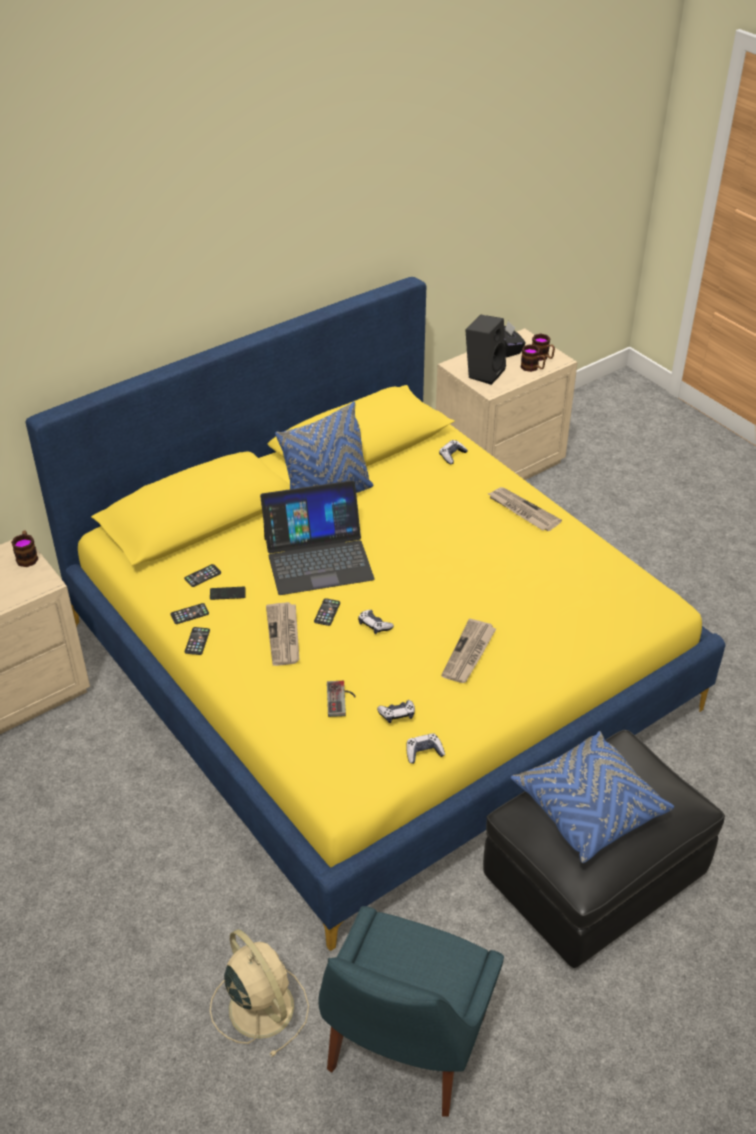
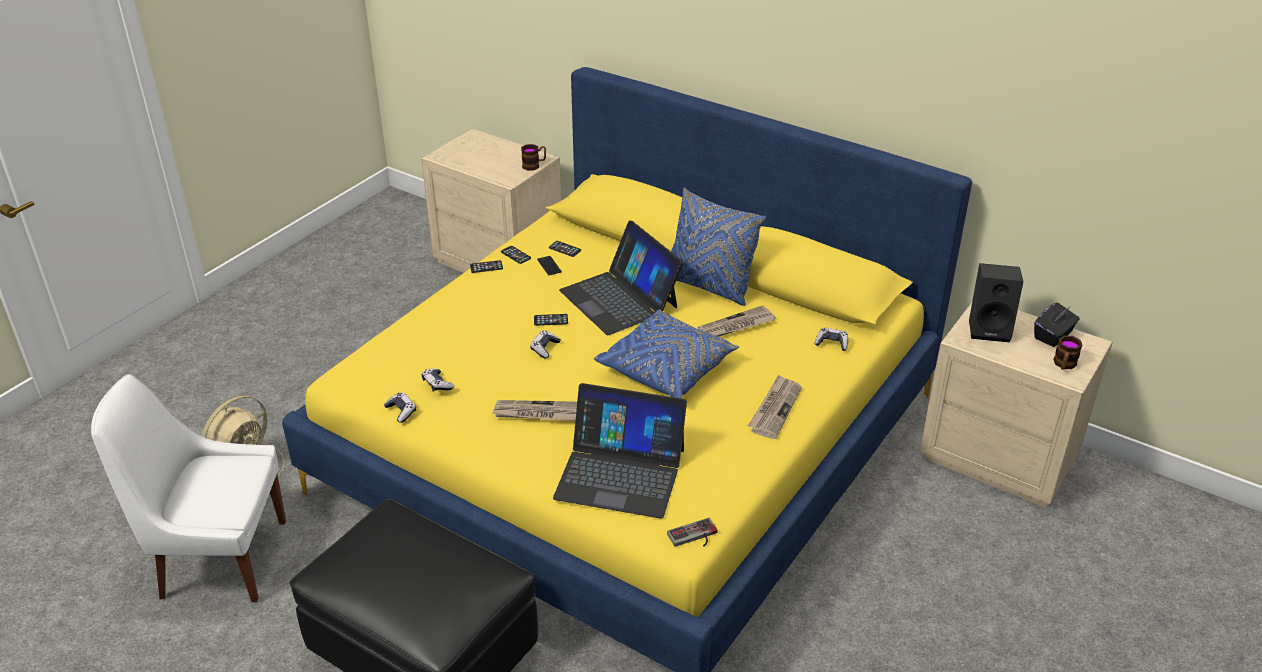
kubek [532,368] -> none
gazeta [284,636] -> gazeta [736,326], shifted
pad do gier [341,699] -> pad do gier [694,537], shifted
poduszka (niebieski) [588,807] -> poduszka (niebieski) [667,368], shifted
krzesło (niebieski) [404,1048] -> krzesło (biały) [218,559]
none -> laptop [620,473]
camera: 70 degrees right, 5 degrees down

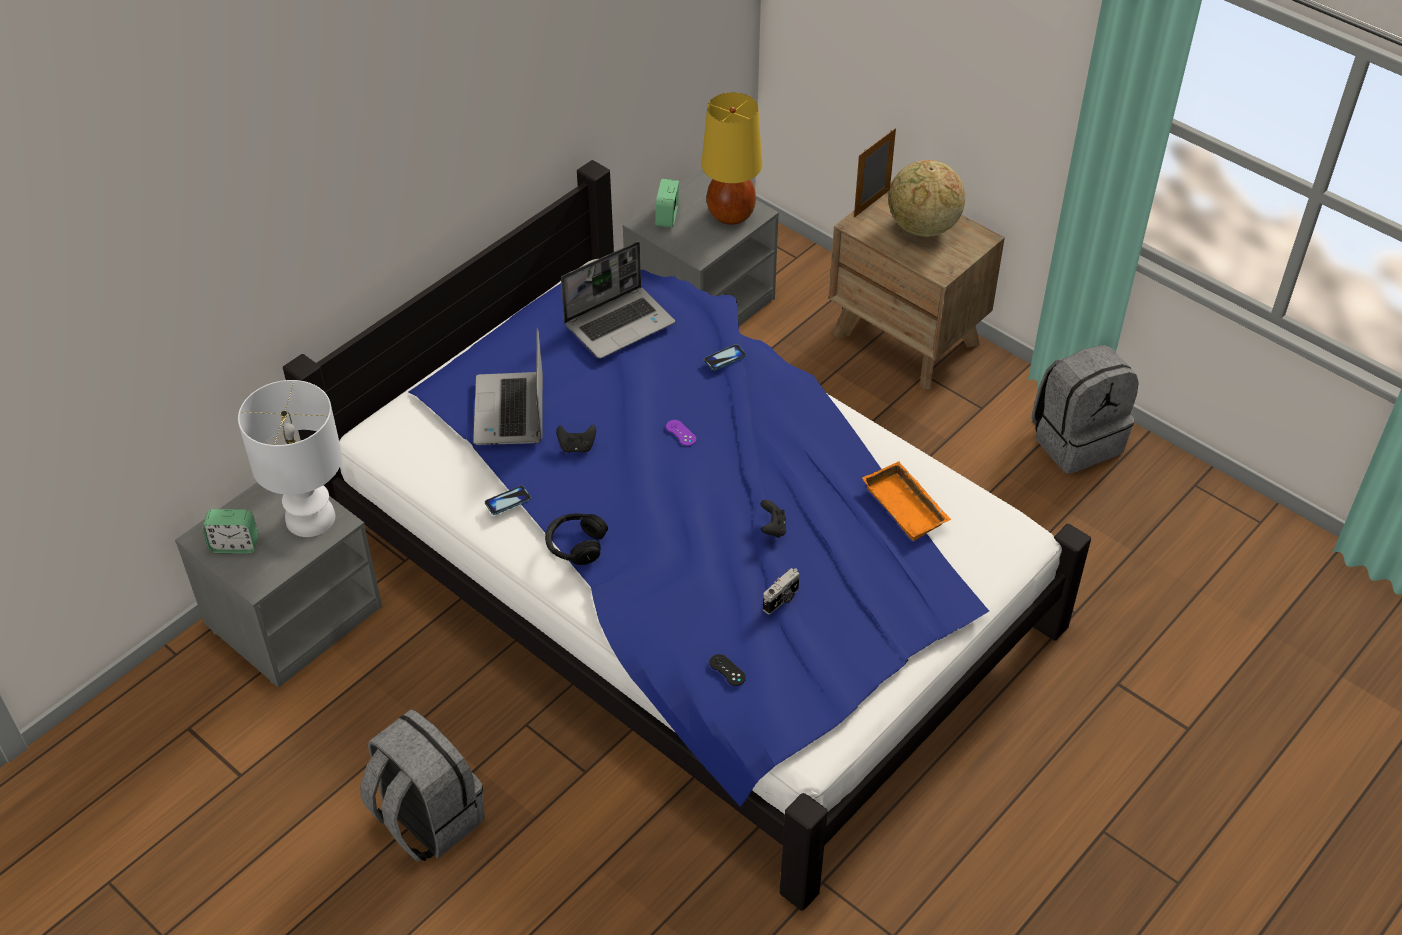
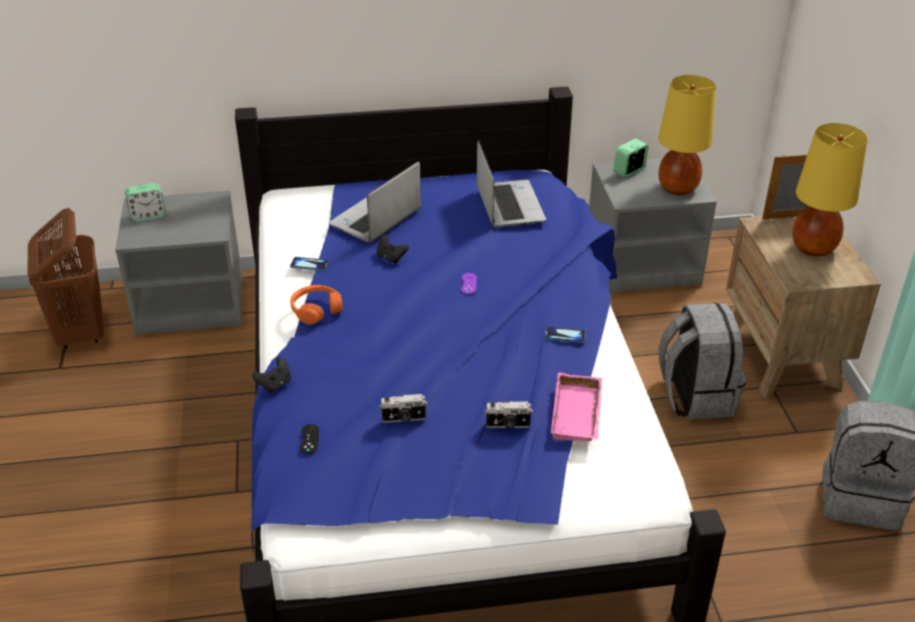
globus [922,228] -> lampa stołowa (żółty) [812,248]
laptop [620,323] -> laptop [508,205], 105 degrees counterclockwise
telefon [725,358] -> telefon [565,336], shifted
lampa stołowa (biały) [312,518] -> none
taca (pomarańczowy) [907,506] -> taca (różowy) [578,414]
pad do gier (czarny) [772,528] -> pad do gier (czarny) [275,384], shifted
budzik [235,545] -> budzik [148,216], 60 degrees counterclockwise
słuchawki (czarny) [575,545] -> słuchawki (pomarańczowy) [316,310]
plecak (szary) [426,818] -> plecak (szary) [695,396], shifted
none -> kosz na pranie (brązowy) [81,332]
none -> aparat fotograficzny [508,425]
camera: 40 degrees right, 10 degrees down

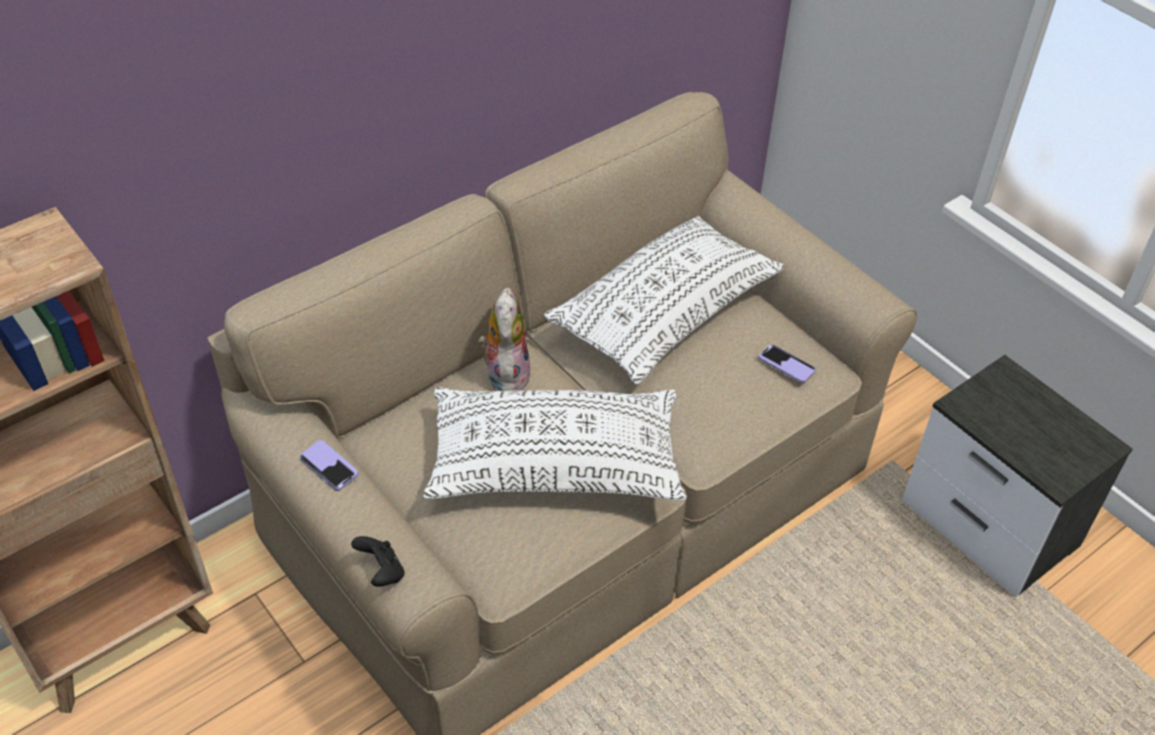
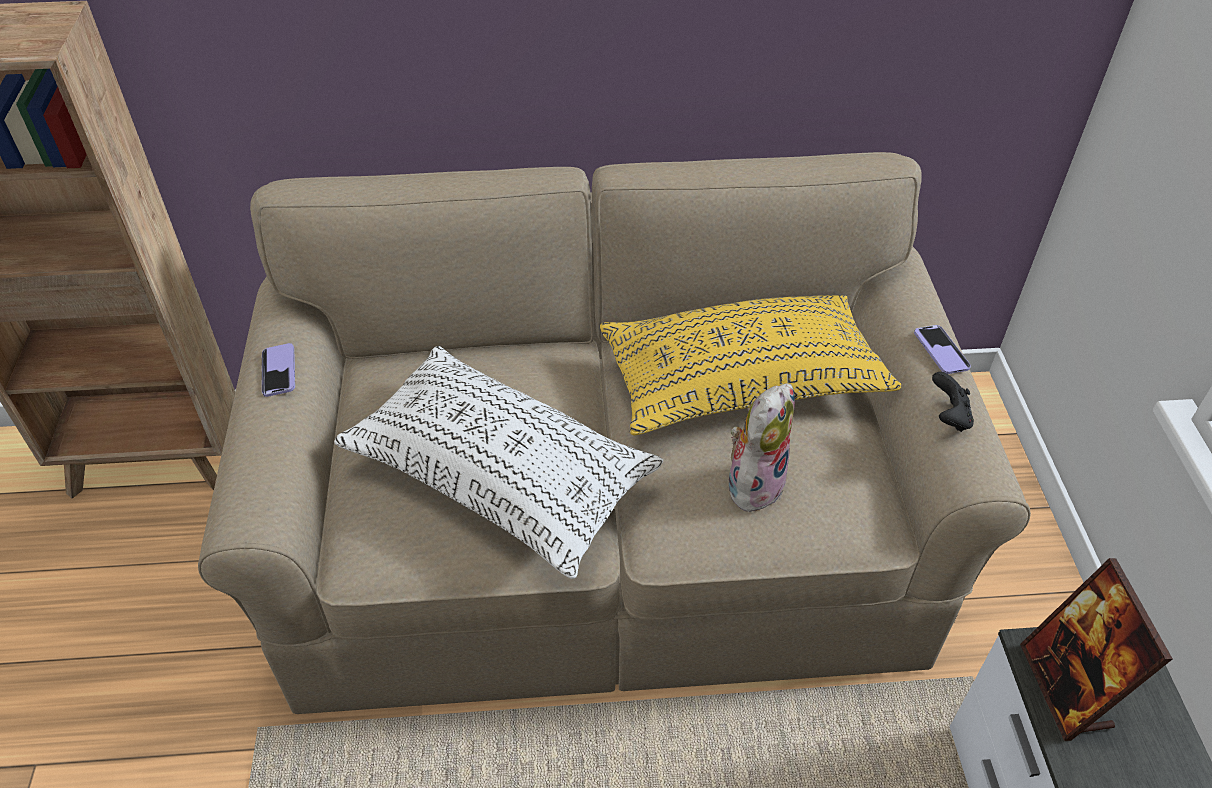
poduszka (biały) [664,312] -> poduszka (żółty) [742,381]
pluszak [505,374] -> pluszak [754,482], shifted
telefon [786,365] -> telefon [941,351], shifted
pad do gier (czarny) [381,572] -> pad do gier (czarny) [948,417], shifted
none -> ramka na zdjęcie [1065,688]
camera: 35 degrees right, 0 degrees up

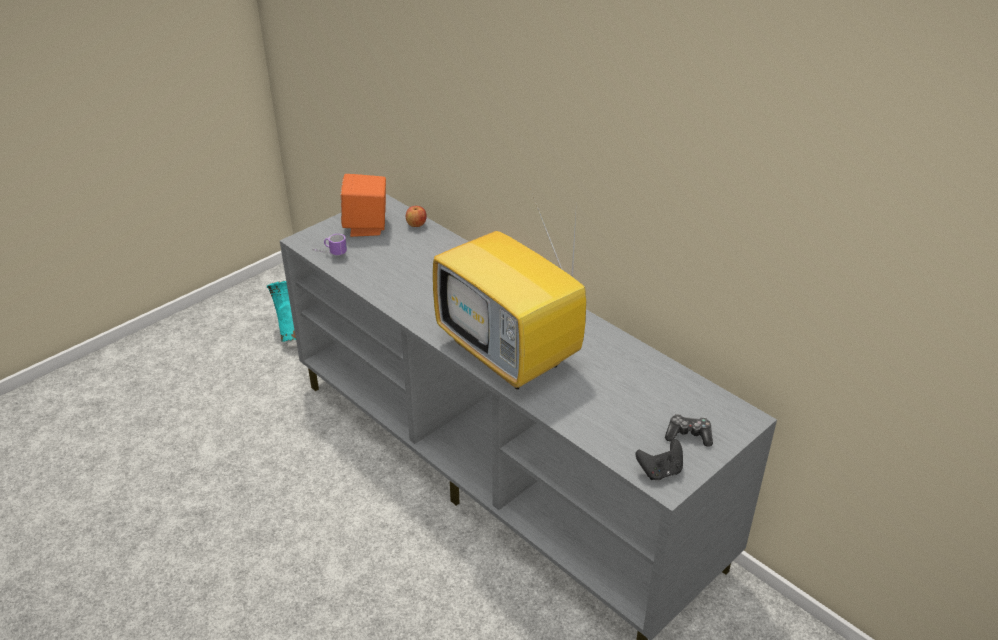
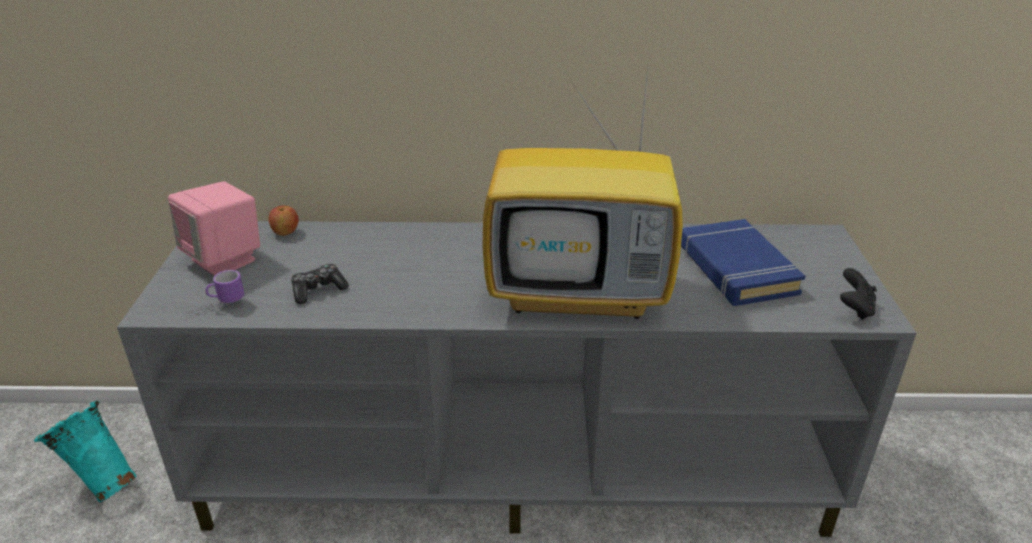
głośnik (pomarańczowy) [366,227] -> głośnik (różowy) [225,260]
pad do gier [688,435] -> pad do gier [318,290], shifted
none -> książka (niebieski) [736,269]
camera: 45 degrees left, 5 degrees down

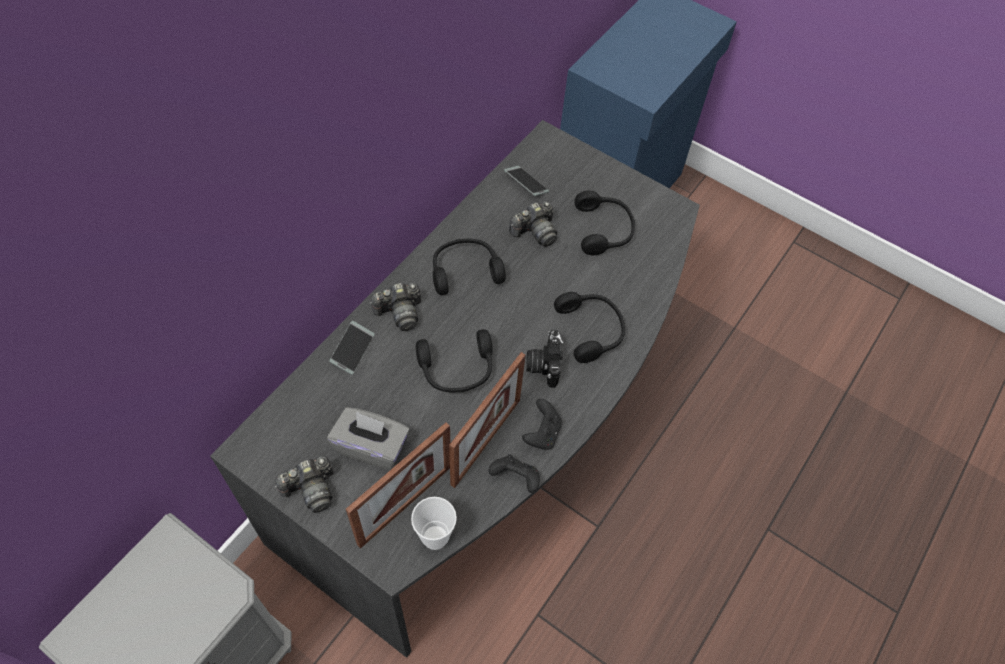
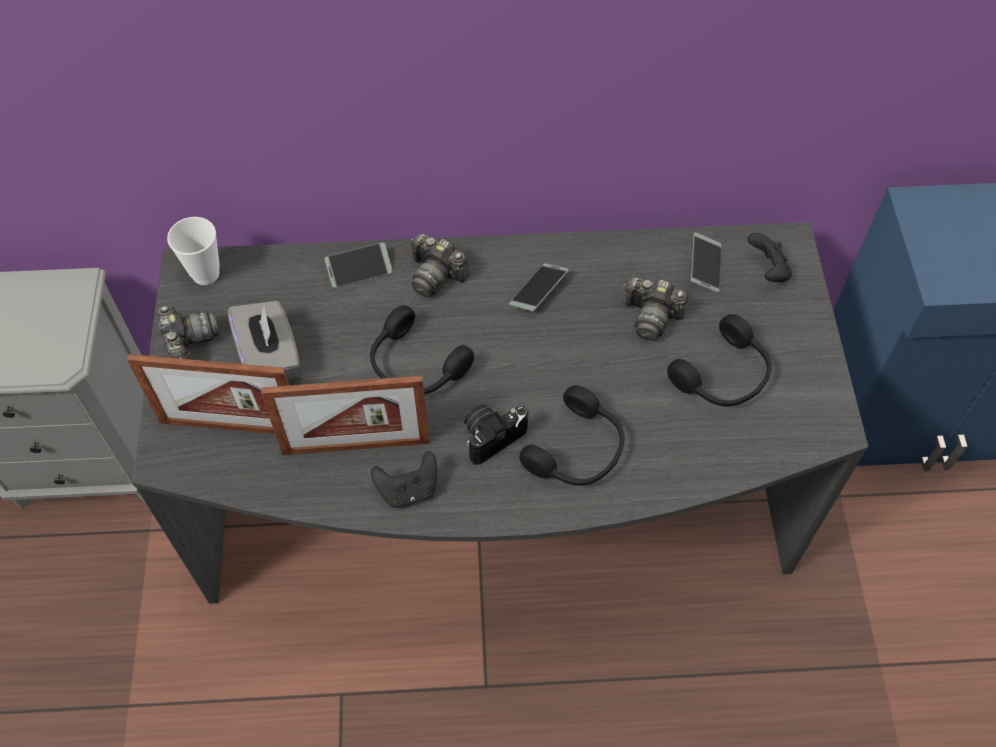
słuchawki (czarny) [465,270] -> telefon [538,291]
pad do gier (czarny) [515,478] -> pad do gier (czarny) [767,270], shifted
aparat fotograficzny [311,489] -> aparat fotograficzny [189,343], 135 degrees counterclockwise
filiżanka [435,537] -> filiżanka [206,274], shifted
camera: 55 degrees right, 0 degrees up

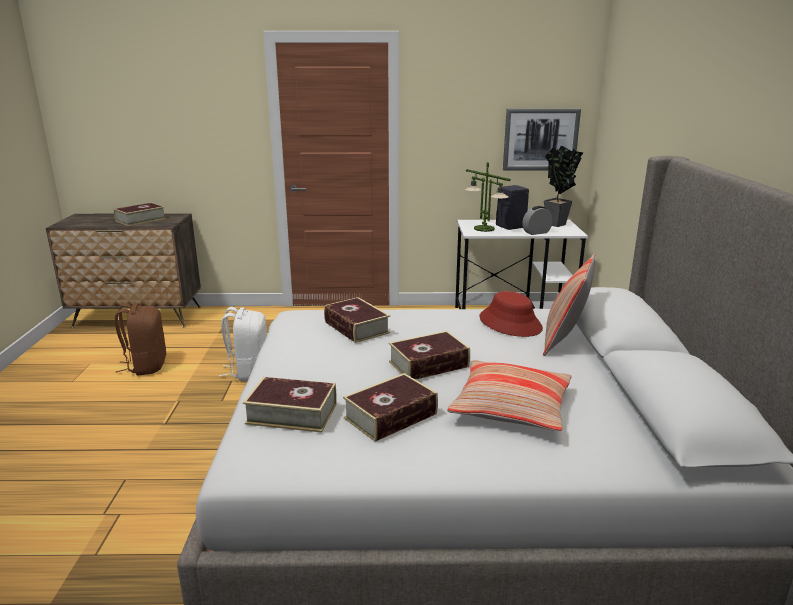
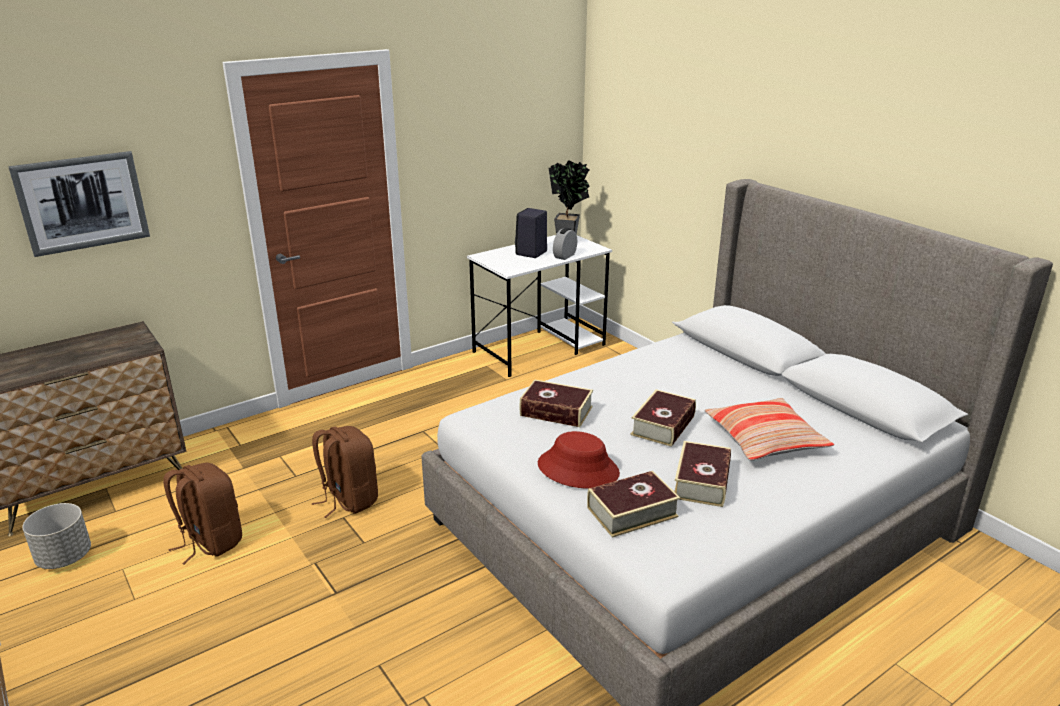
obraz [540,139] -> obraz [82,202], shifted
lampa stołowa [484,229] -> none
książka [140,220] -> none
poduszka [564,340] -> none
kapelusz (czerwony) [510,323] -> kapelusz (czerwony) [578,469], shifted
plecak (biały) [248,371] -> plecak (brązowy) [348,500]
none -> donica (szary) [64,557]
camera: 35 degrees left, 5 degrees up

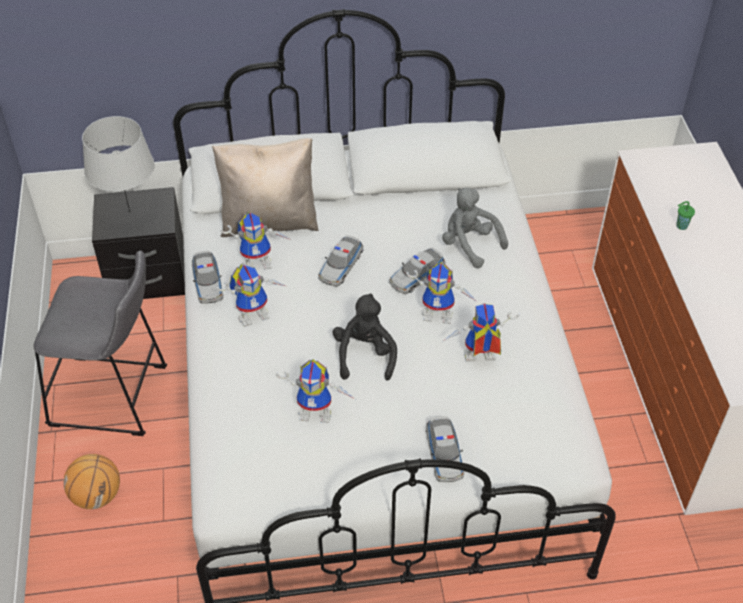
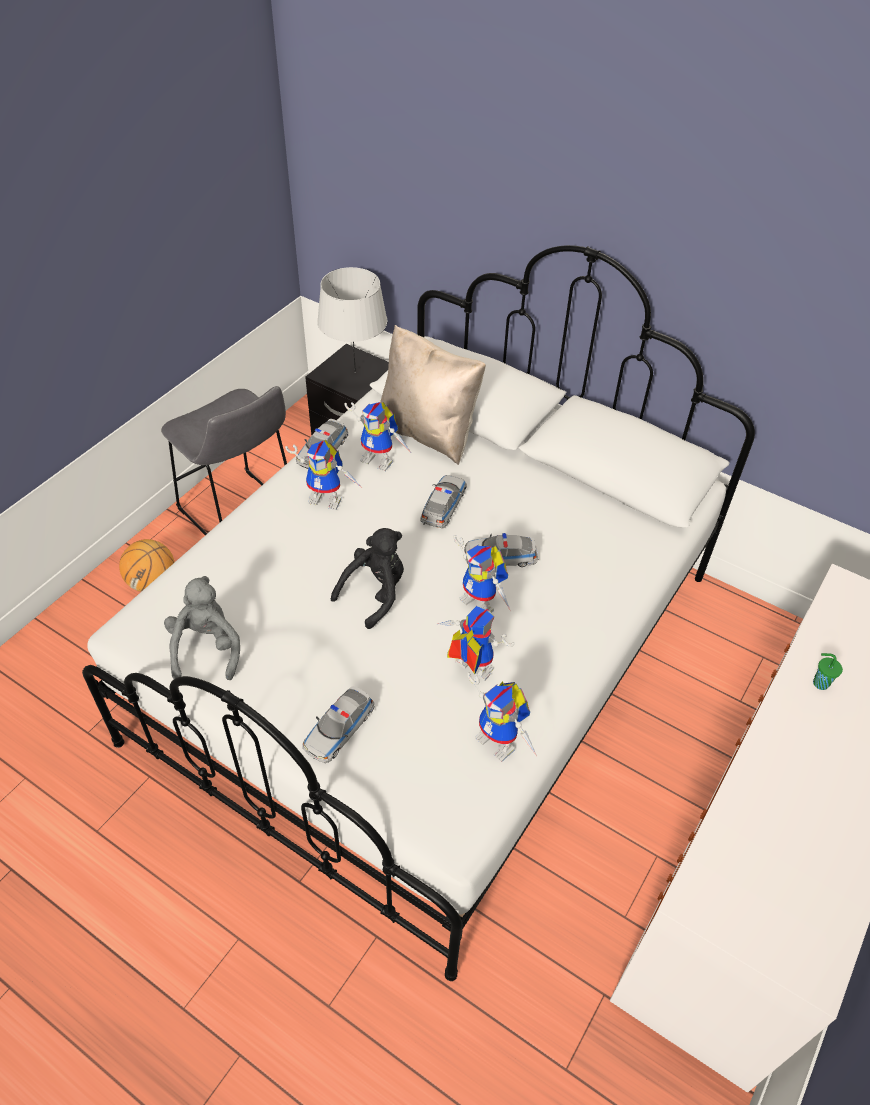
pluszak (szary) [469,244] -> pluszak (szary) [207,648], shifted
samochodzik [341,266] -> samochodzik [443,506], 135 degrees clockwise
robot zabawkowy [318,411] -> robot zabawkowy [501,742], shifted
camera: 40 degrees right, 0 degrees up

